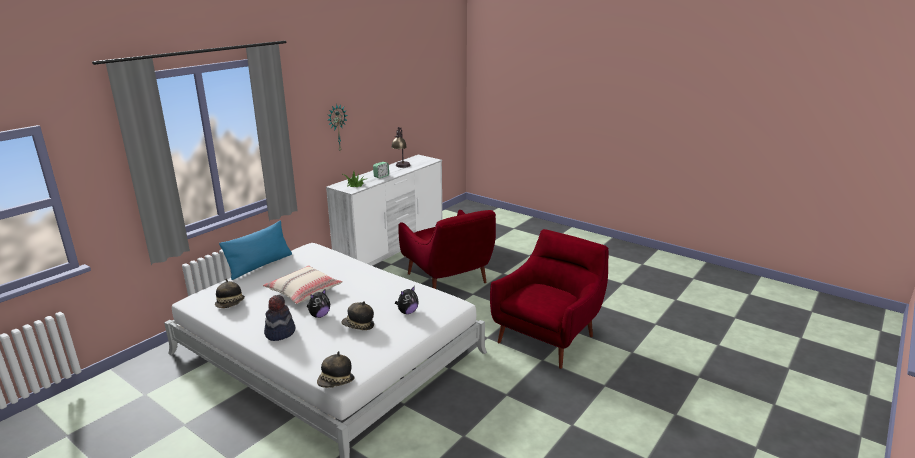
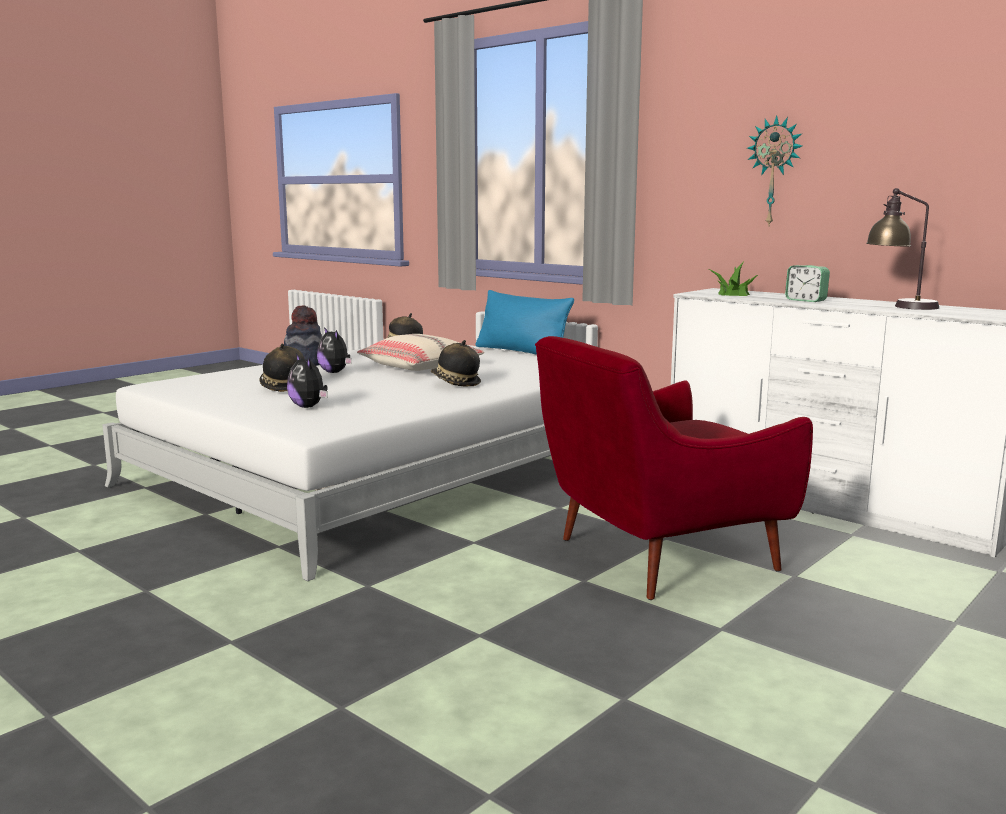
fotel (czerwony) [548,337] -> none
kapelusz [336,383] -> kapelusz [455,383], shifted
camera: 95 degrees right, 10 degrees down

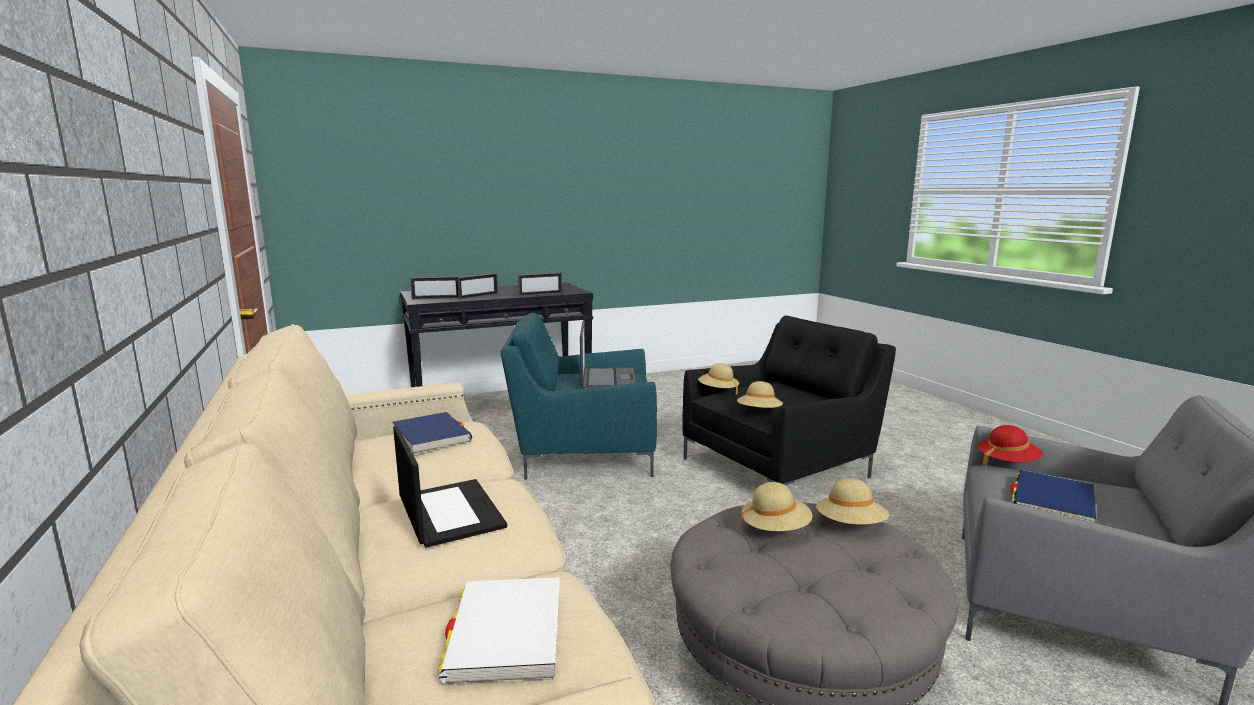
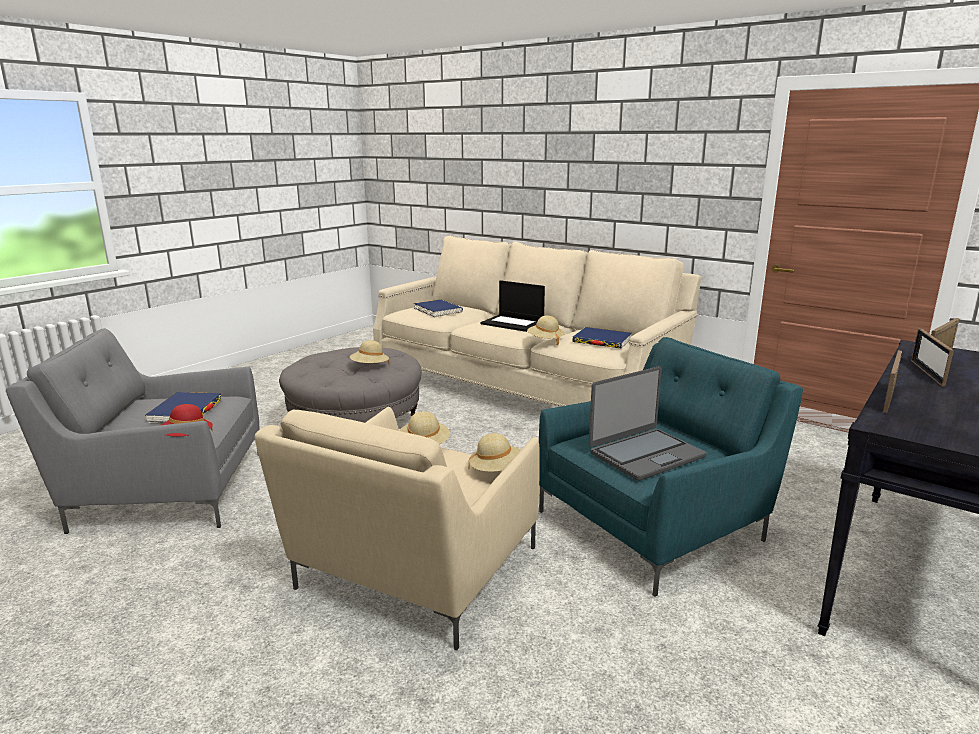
fotel (czarny) [780,466] -> fotel (beżowy) [413,572]
laptop [607,381] -> laptop [645,454], 90 degrees counterclockwise
kapelusz (beżowy) [850,525] -> kapelusz (beżowy) [545,340], shifted
książka (biały) [506,634] -> książka (niebieski) [438,310]
camera: 150 degrees right, 5 degrees up

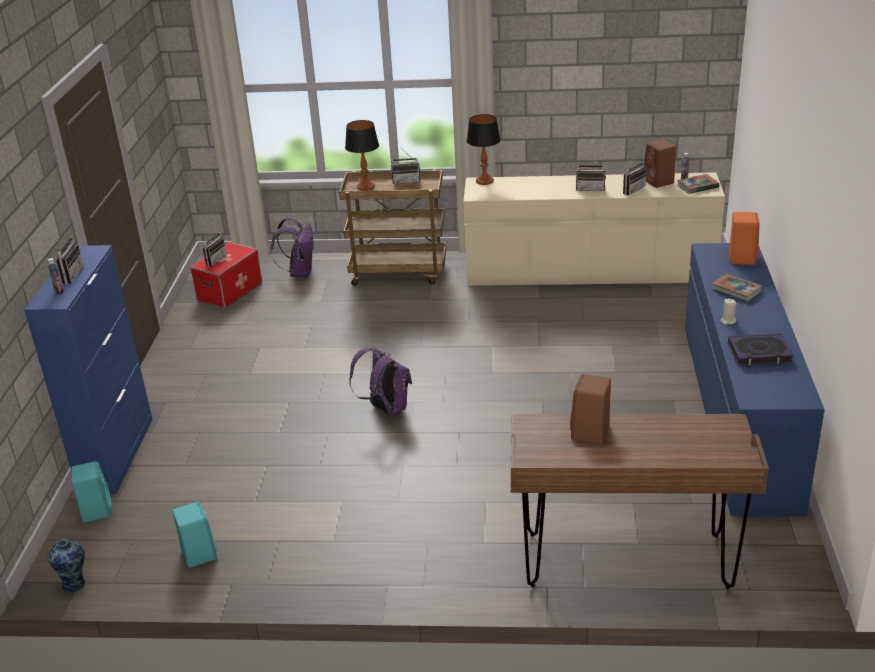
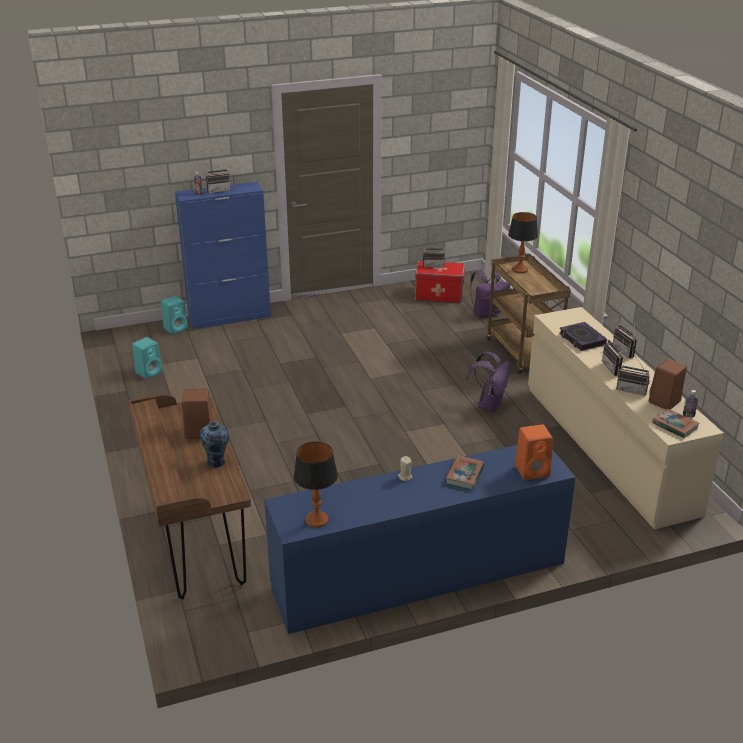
lampa stołowa [484,181] -> lampa stołowa [317,520], shifted
radio [406,181] -> radio [626,351], shifted
książka [759,354] -> książka [582,339], shifted
plecak (fioletowy) [386,409] -> plecak (fioletowy) [488,405], shifted
wazon [75,584] -> wazon [217,462], shifted
camera: 65 degrees right, 0 degrees up

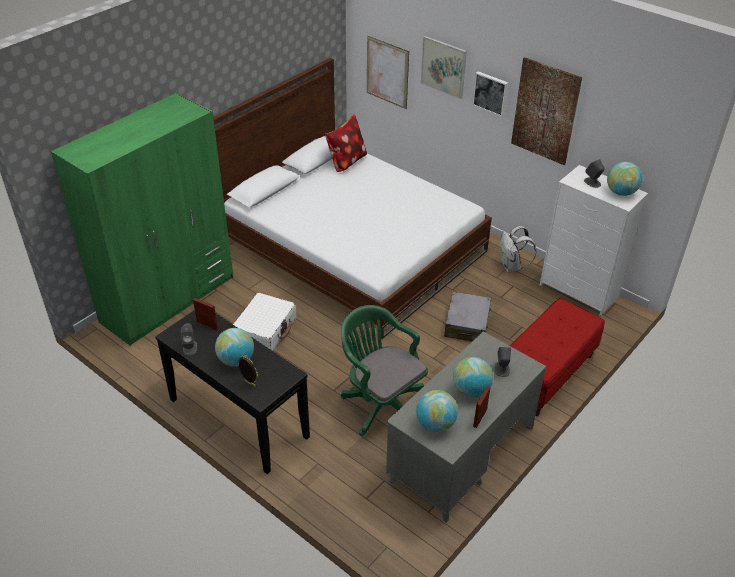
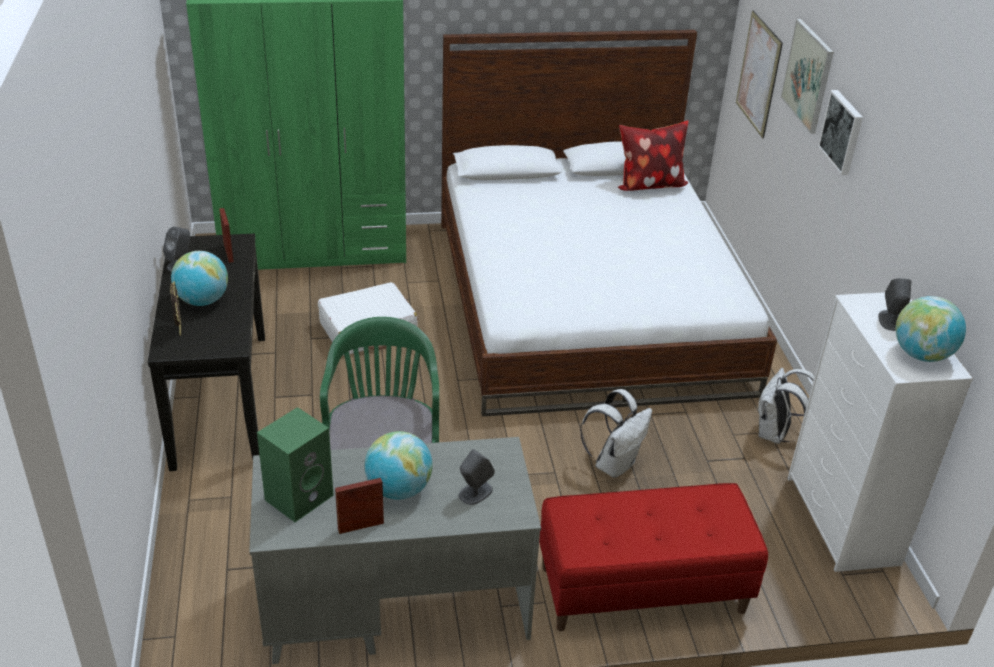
obraz [545,111] -> none
walizka (szary) [467,324] -> plecak (biały) [614,464]
globus [435,424] -> głośnik (zielony) [299,496]
camera: 40 degrees right, 5 degrees down

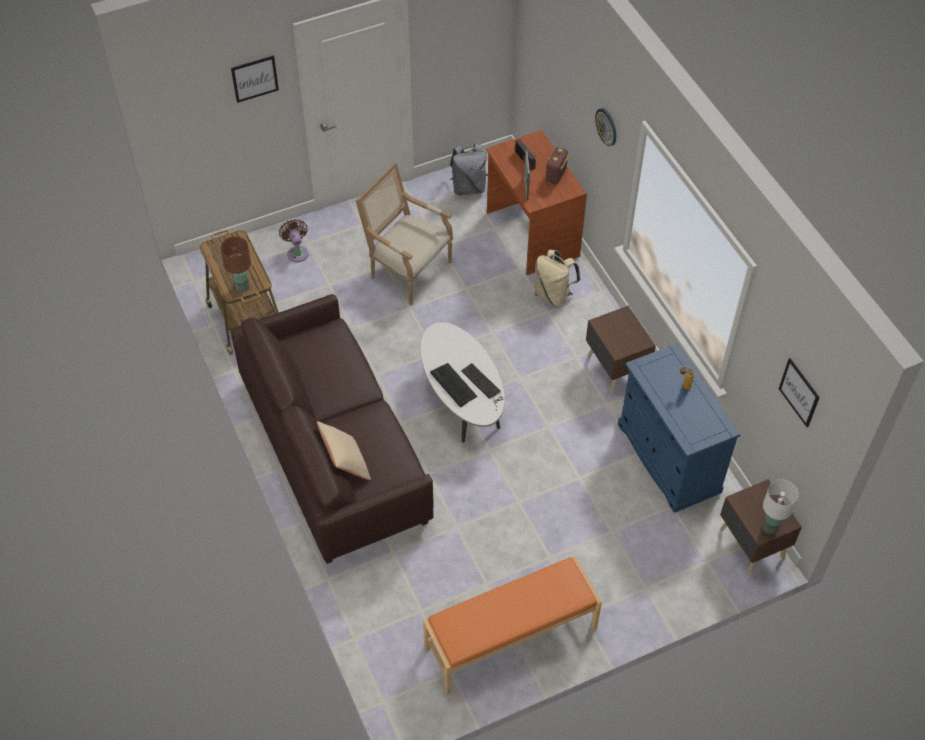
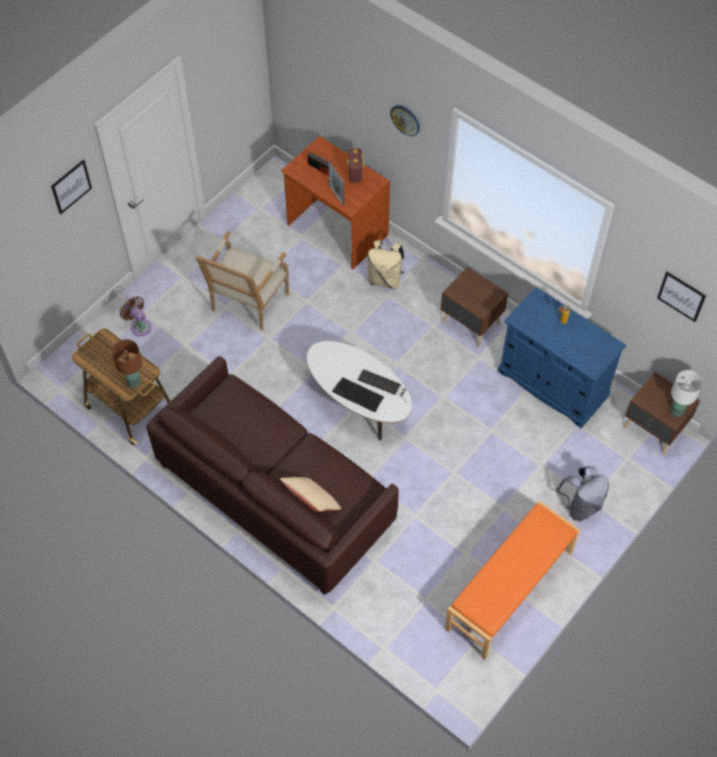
plecak (szary) [468,187] -> plecak (szary) [580,505], shifted
fotel [406,270] -> fotel [247,304], 75 degrees counterclockwise
camera: 25 degrees left, 5 degrees up

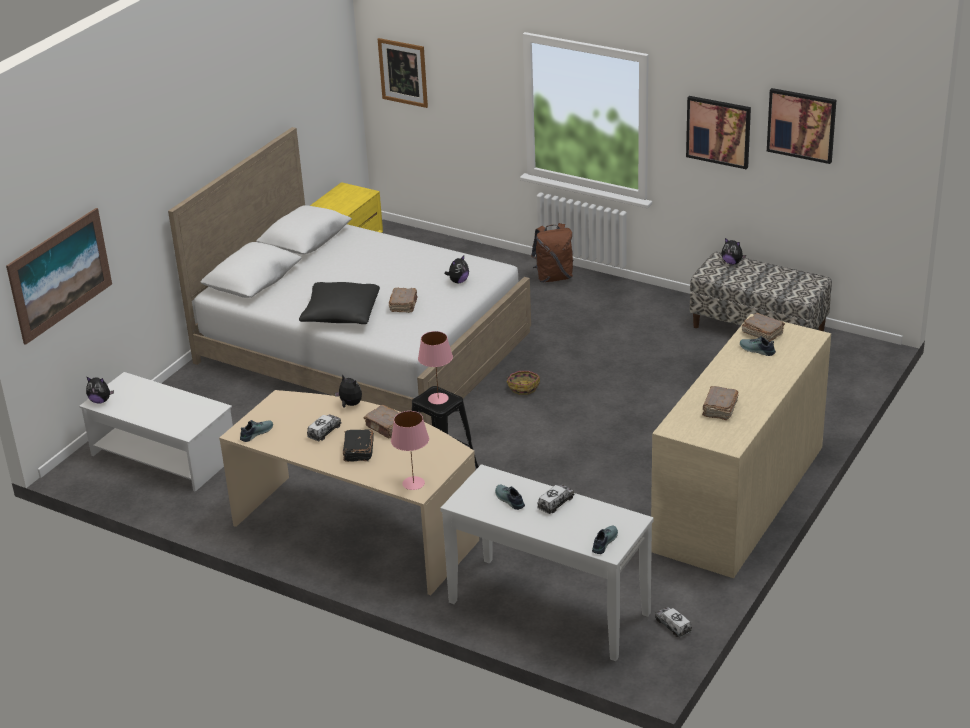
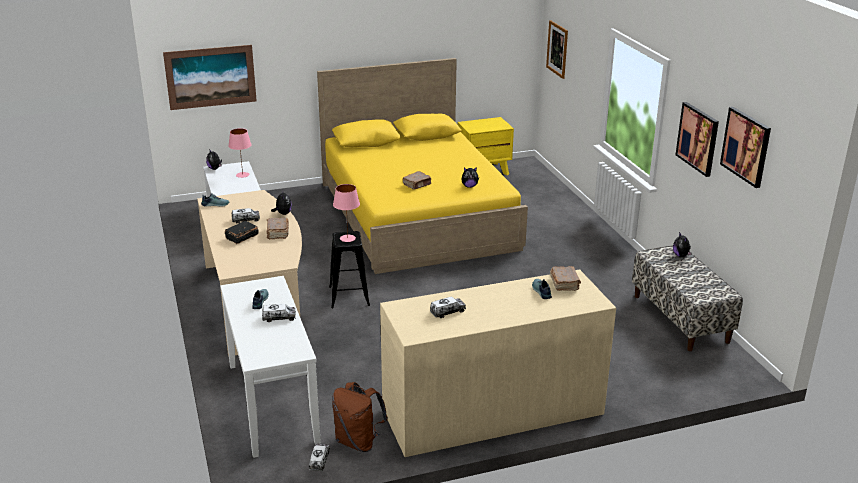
łóżko (biały) [363,346] -> łóżko (żółty) [417,215]
plecak (brązowy) [554,277] -> plecak (brązowy) [358,442], shifted
poduszka (czarny) [341,314] -> none
koszyk [523,387] -> none
książka (brązowy) [719,409] -> ciężarówka zabawkowa [447,312]
lampa stołowa (różowy) [413,483] -> lampa stołowa (różowy) [242,175], shifted
but [603,542] -> none
camera: 40 degrees right, 5 degrees down

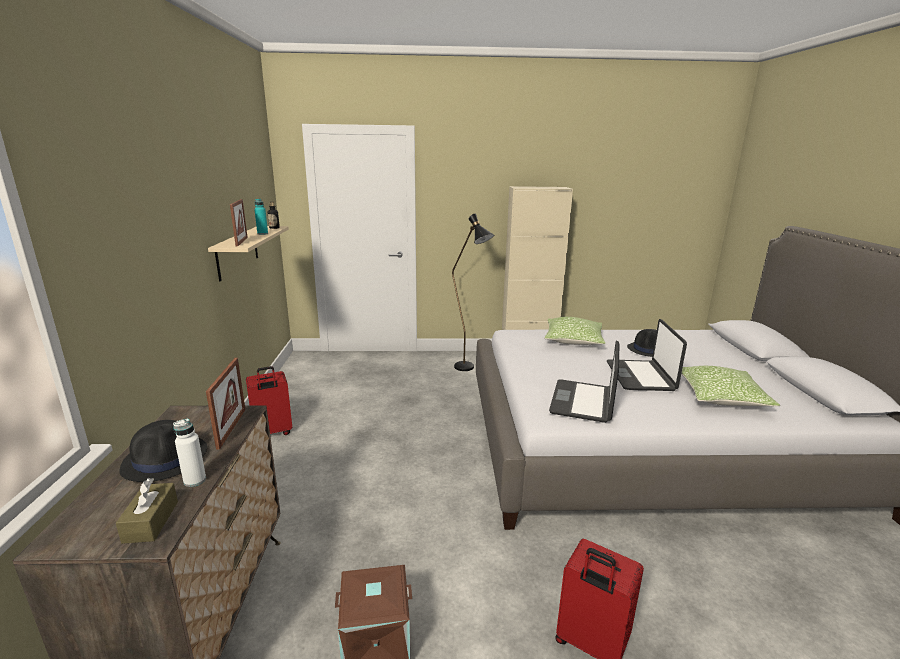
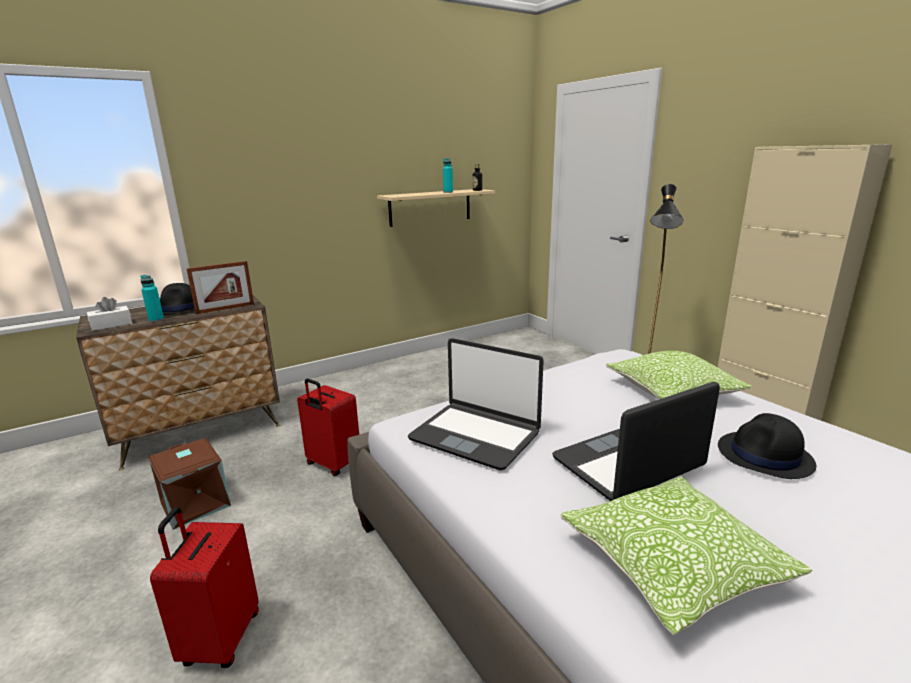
ramka na zdjęcie [241,241] -> none
laptop [583,402] -> laptop [475,435], 135 degrees counterclockwise
walizka (czerwony) [272,433] -> walizka (czerwony) [332,464], shifted
butelka (biały) [195,480] -> butelka (turkusowy) [156,320]
pudełko chusteczek (brązowy) [151,521] -> pudełko chusteczek (biały) [111,325]
camera: 60 degrees right, 0 degrees up

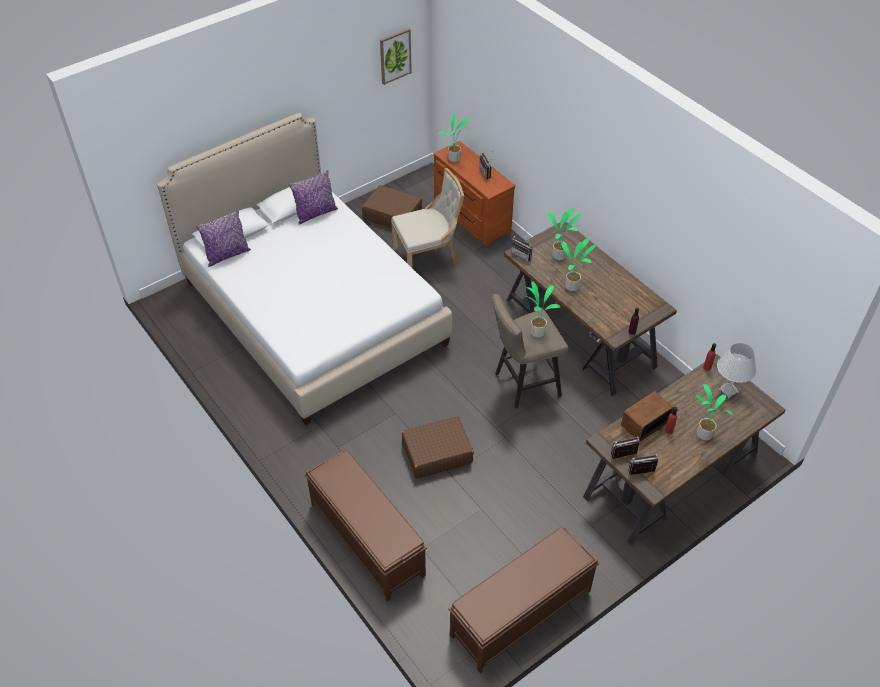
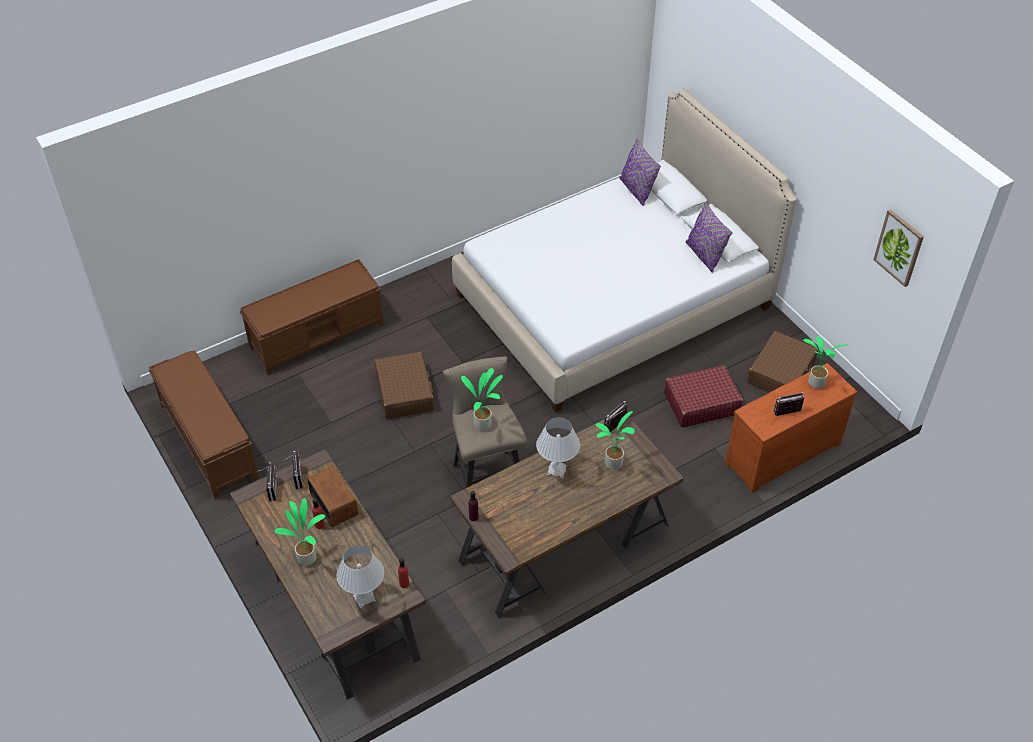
krzesło (beżowy) [428,258] -> walizka (czerwony) [701,403]
roślina doniczkowa [573,286] -> lampa stołowa (biały) [557,470]
camera: 95 degrees right, 0 degrees up

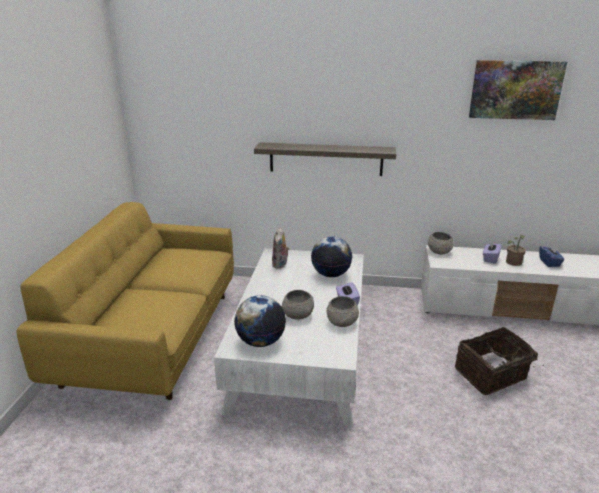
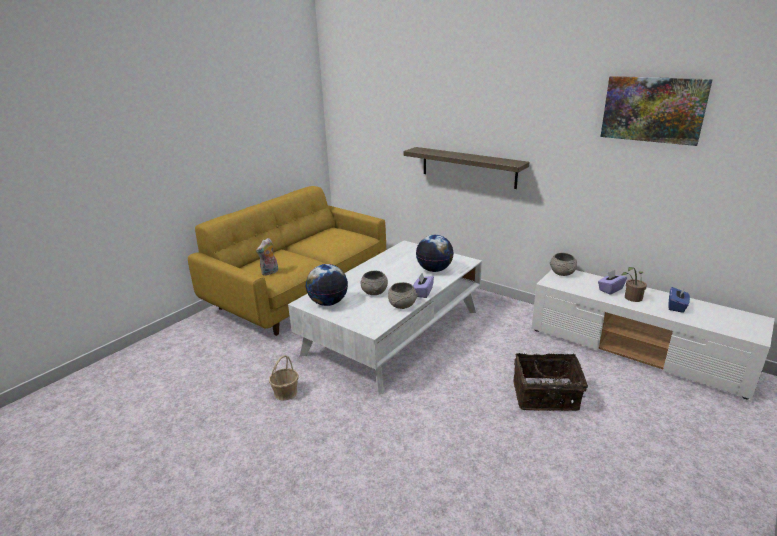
pluszak [280,264] -> pluszak [270,272], shifted
none -> koszyk [286,392]
camera: 30 degrees right, 0 degrees up

